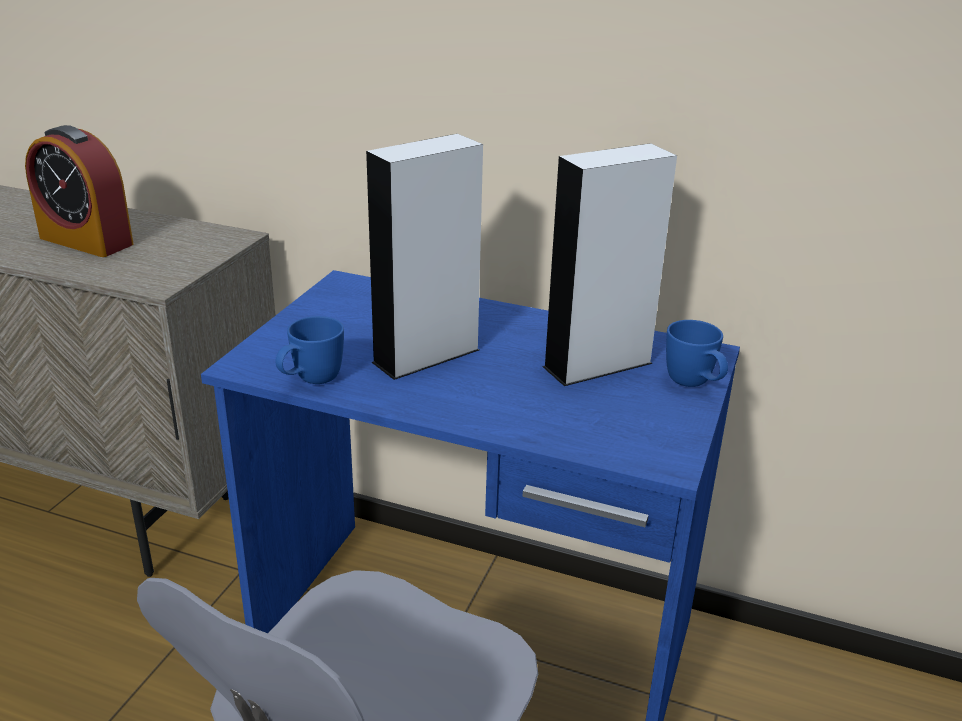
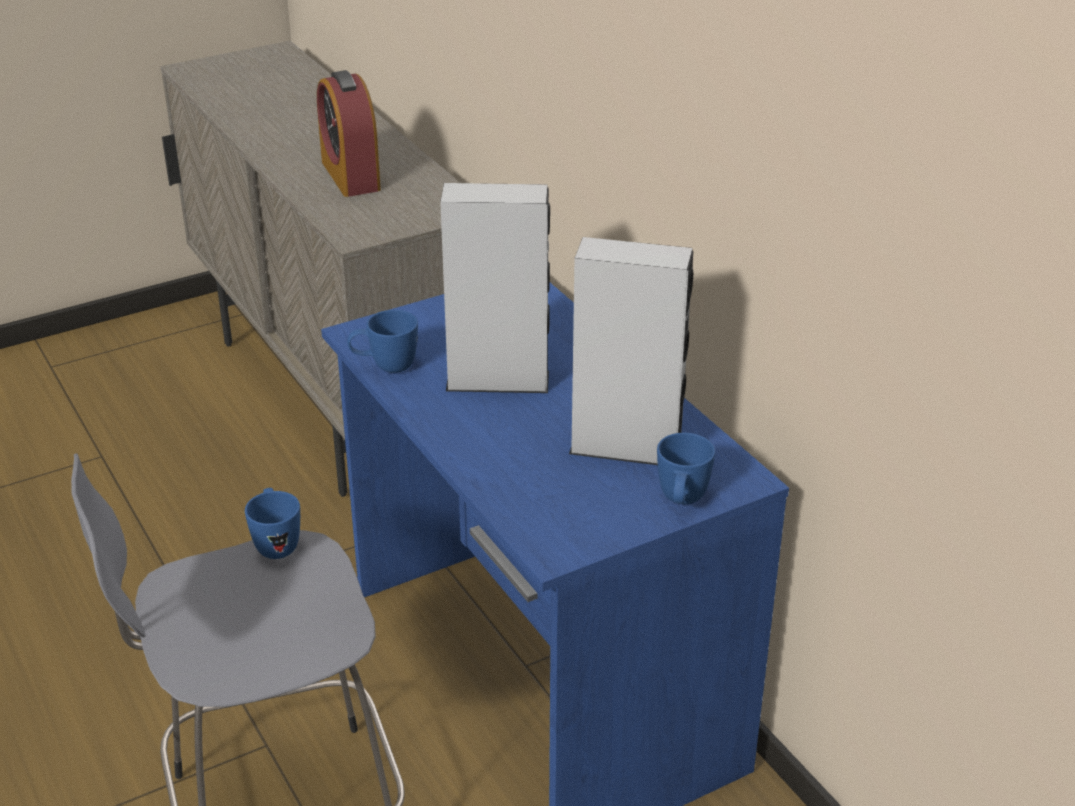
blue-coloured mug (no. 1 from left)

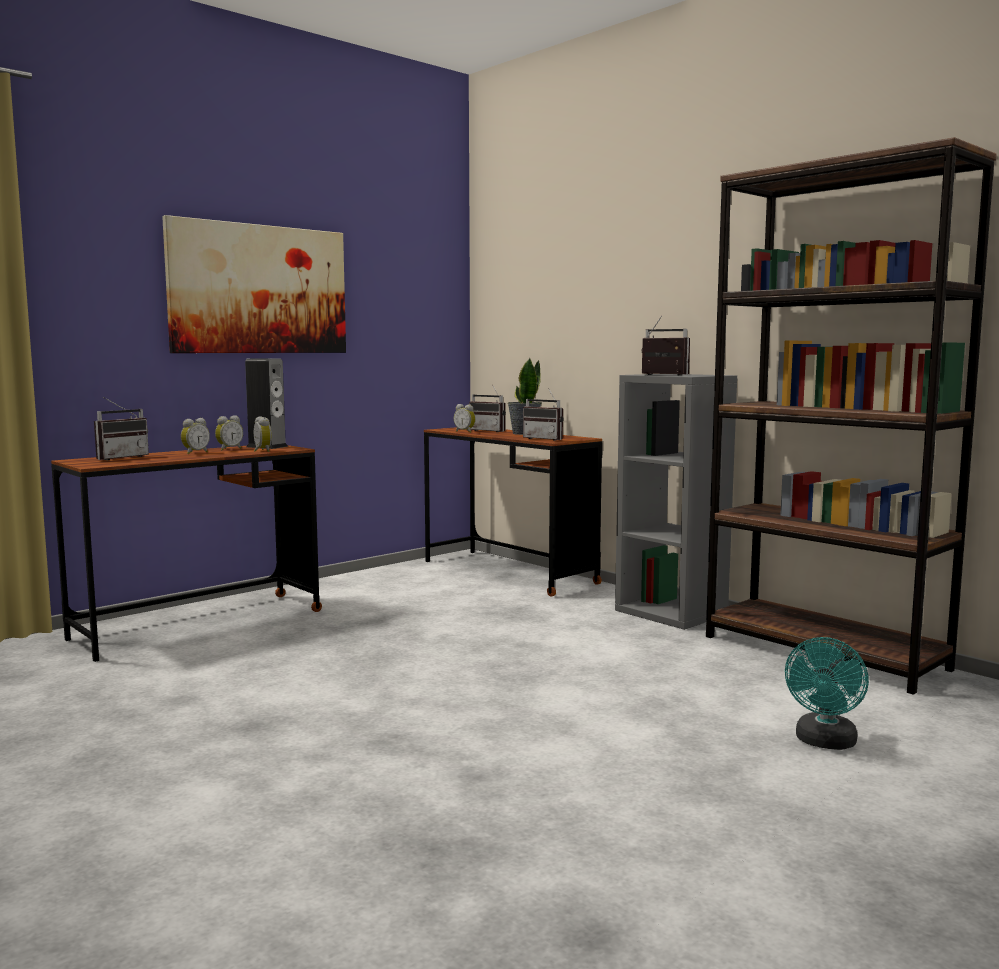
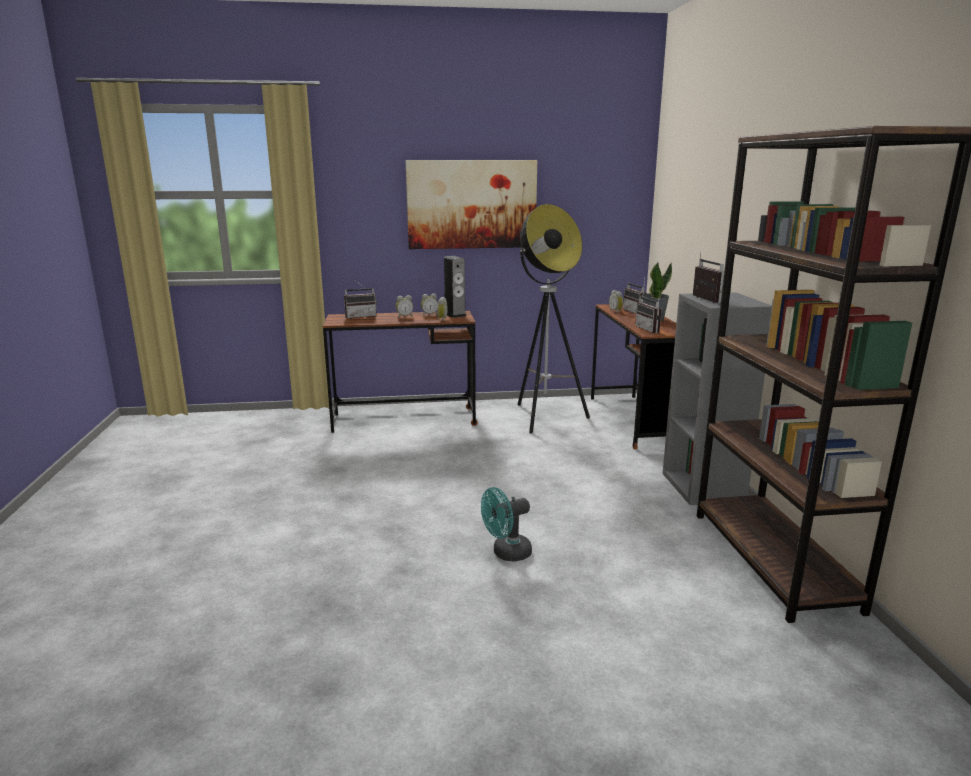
turquoise-coloured fan
floor lamp

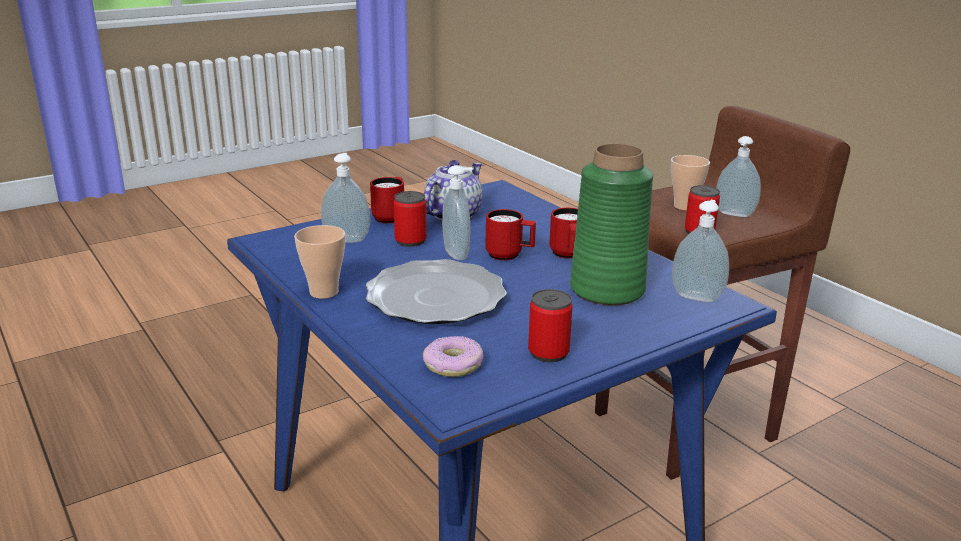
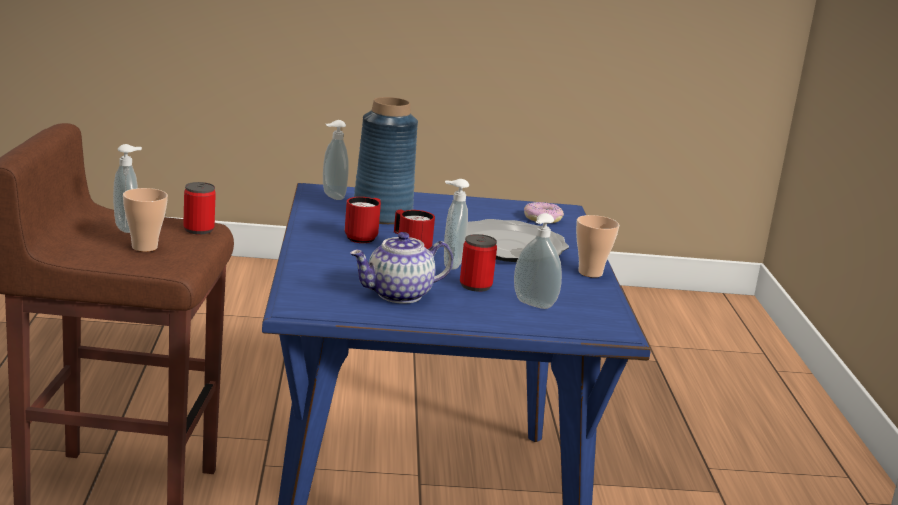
blue-coloured vase
reddish mug (no. 1 from left in the first image)
can (no. 2 from left in the first image)

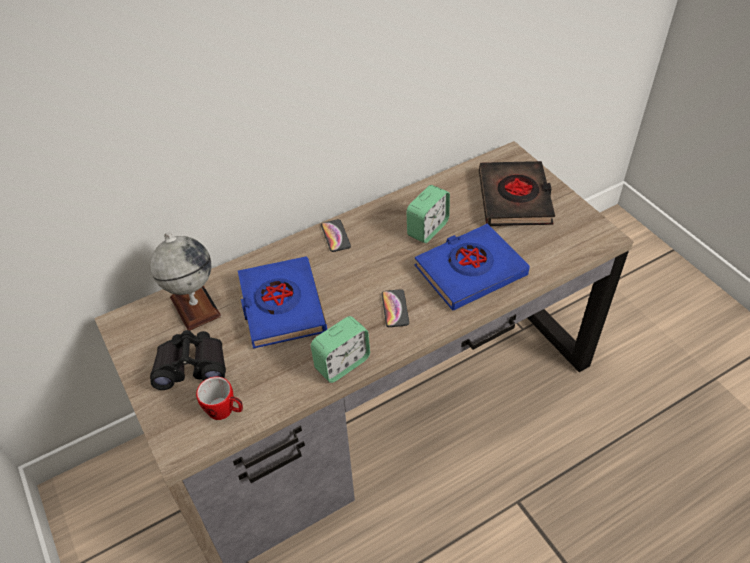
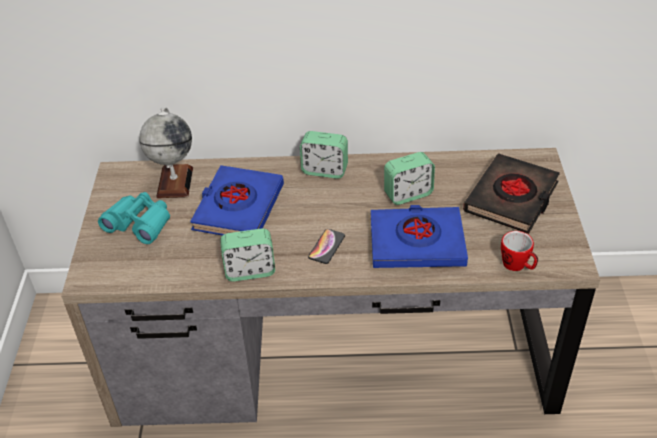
table clock (no. 2 from left)
turquoise-coloured pair of binoculars
mug

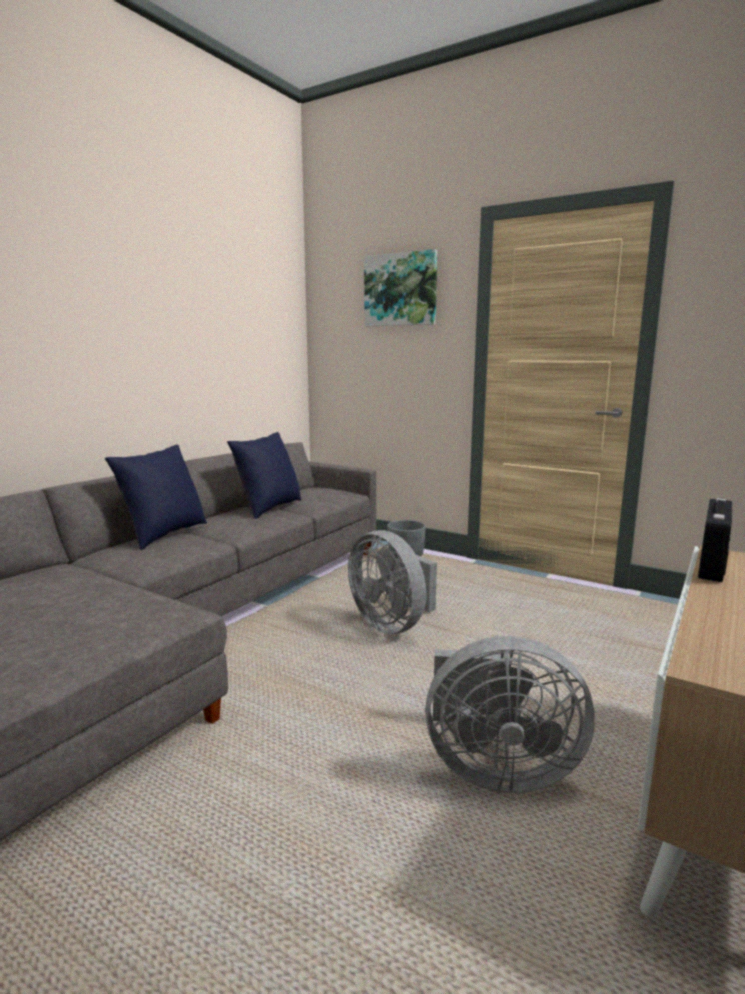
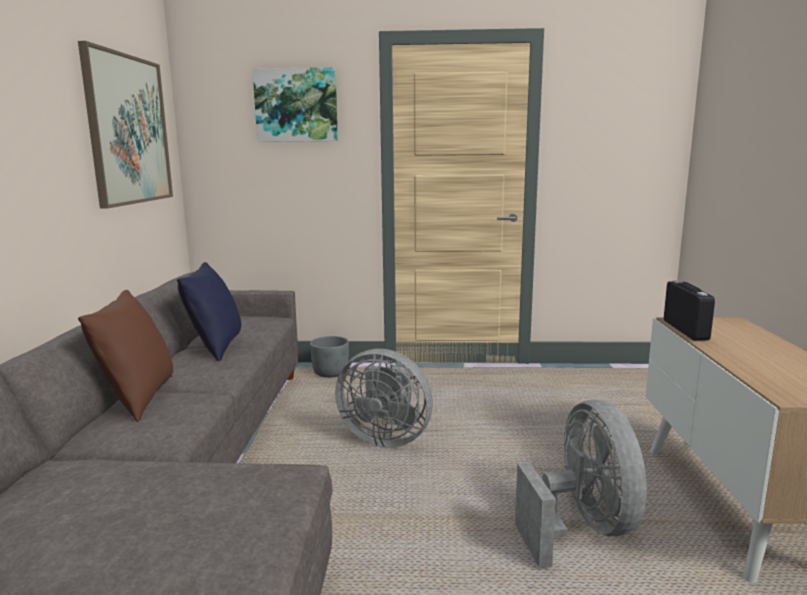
brown pillow
gray fan (no. 2 from left)
picture (no. 1 from left)

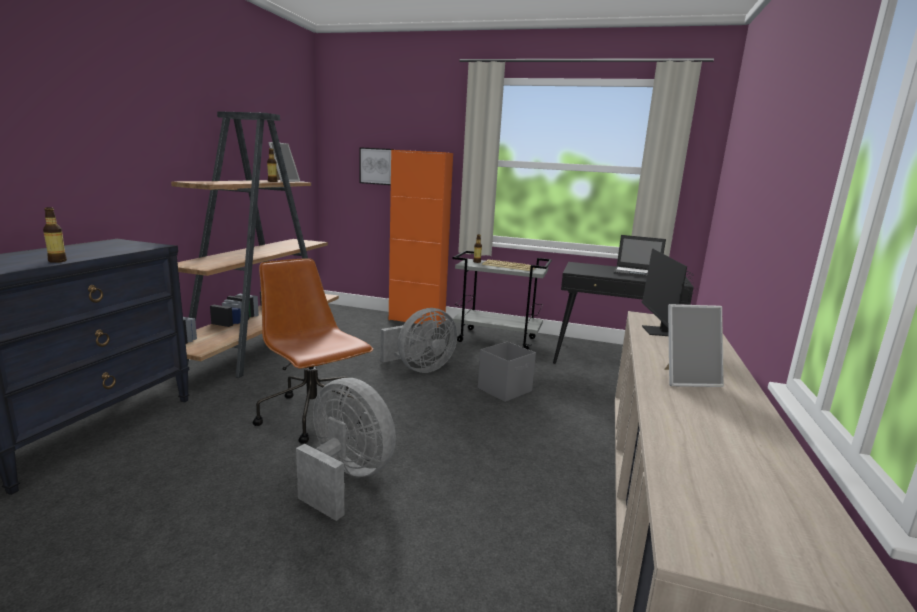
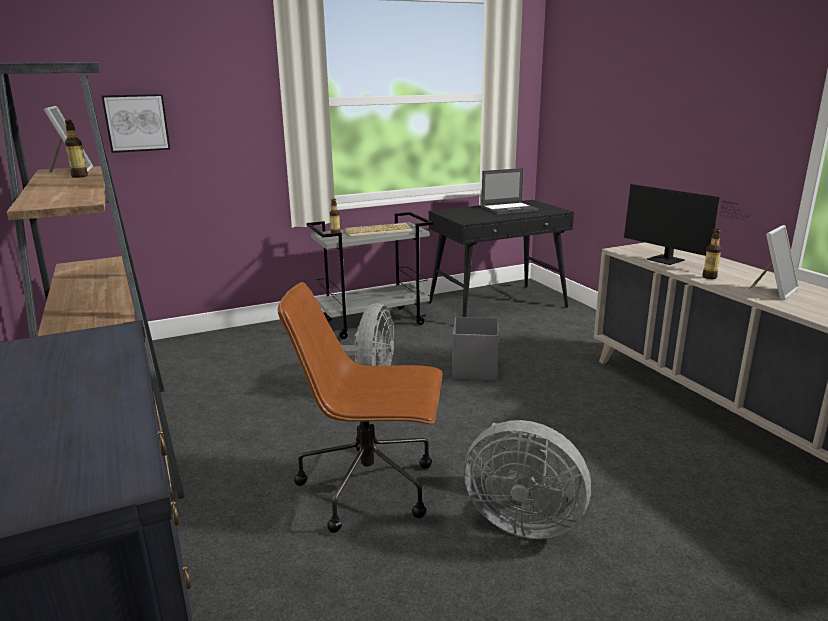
orangey storage cabinet
drink bottle (no. 3 from left)
gray fan (no. 2 from left)

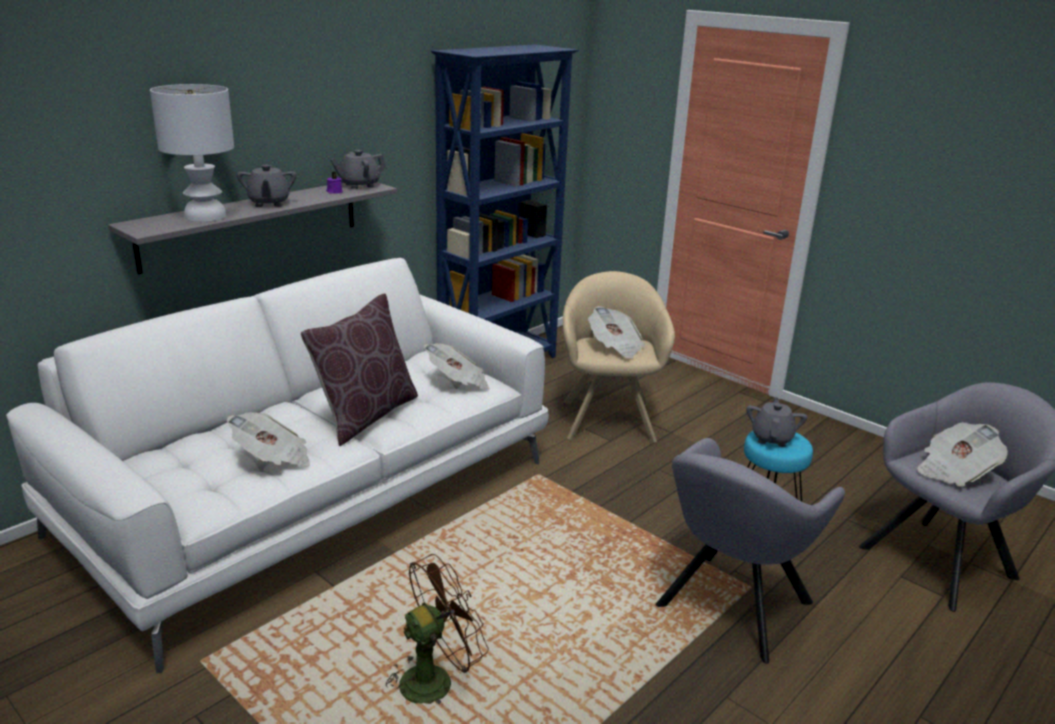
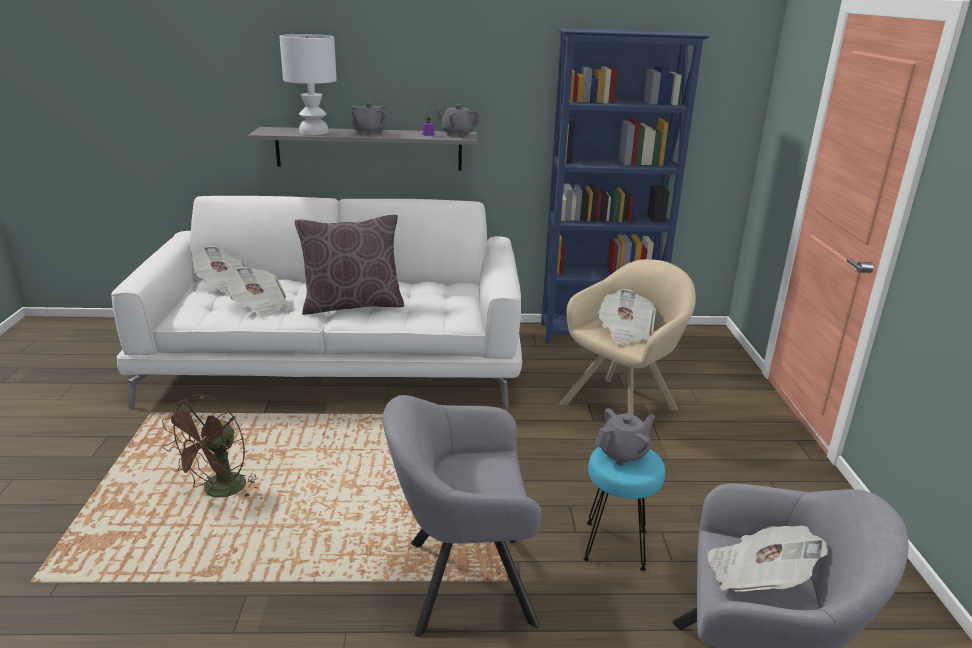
printed paper (no. 1 from left)
brown fan

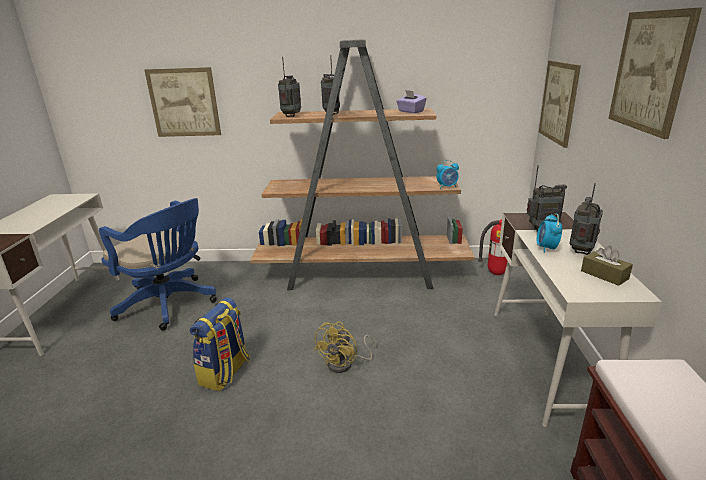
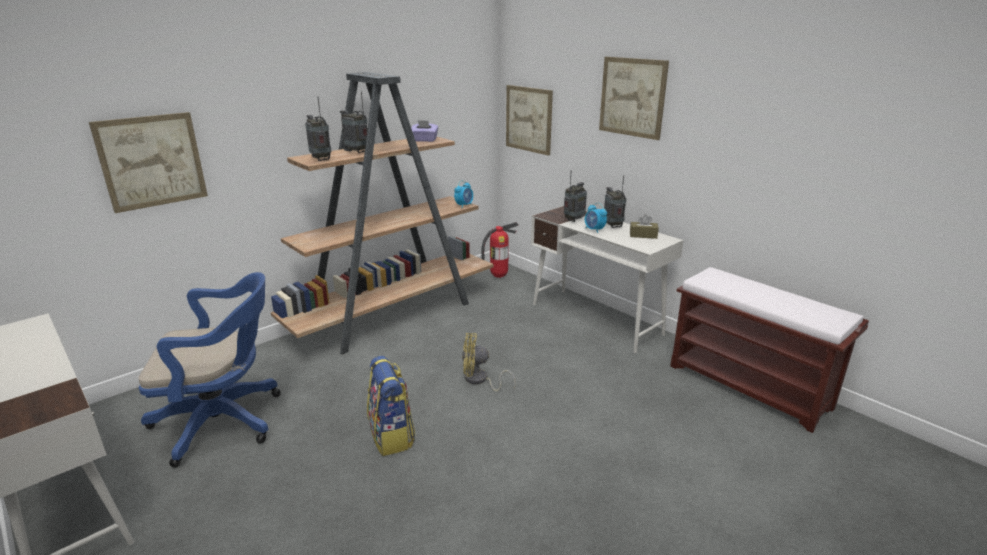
yellow fan

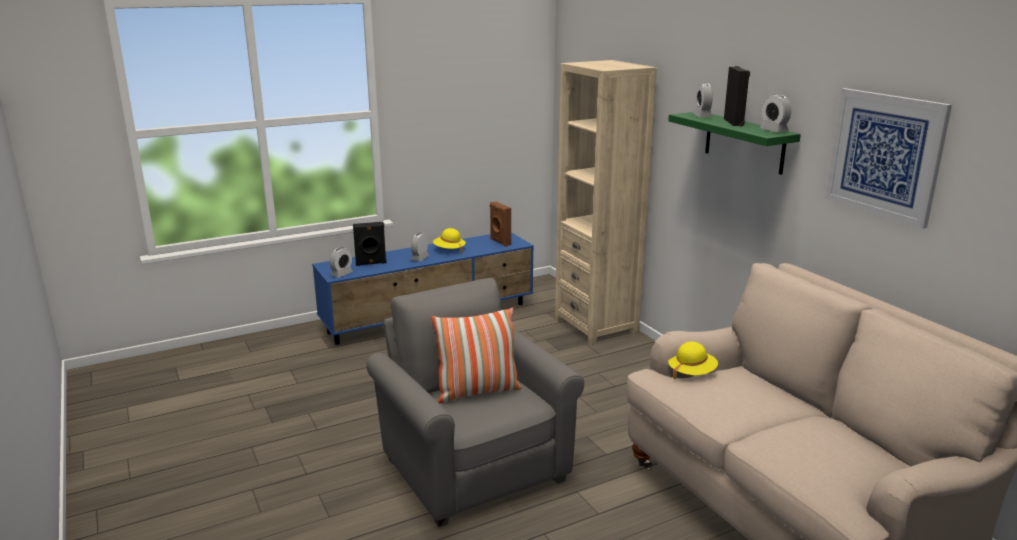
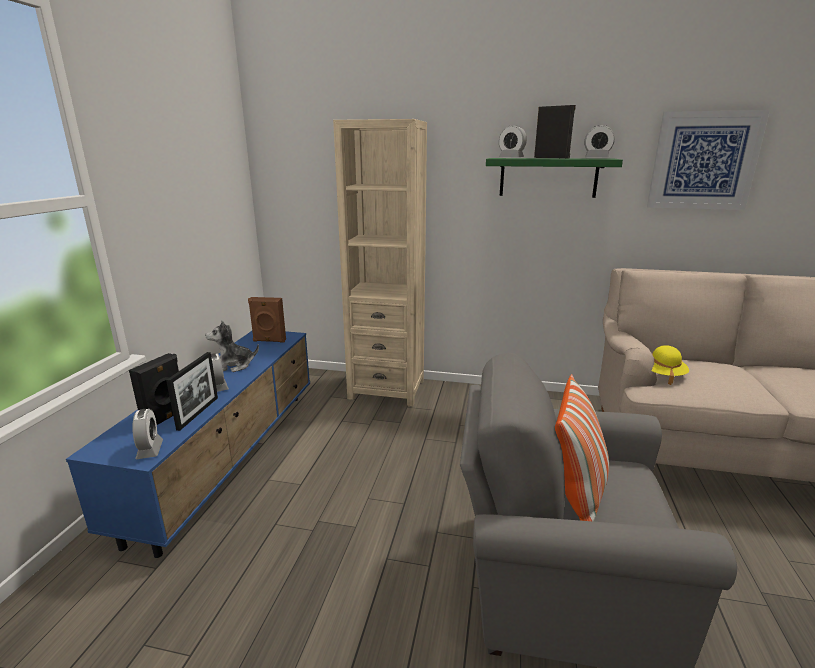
soft toy
standing frame

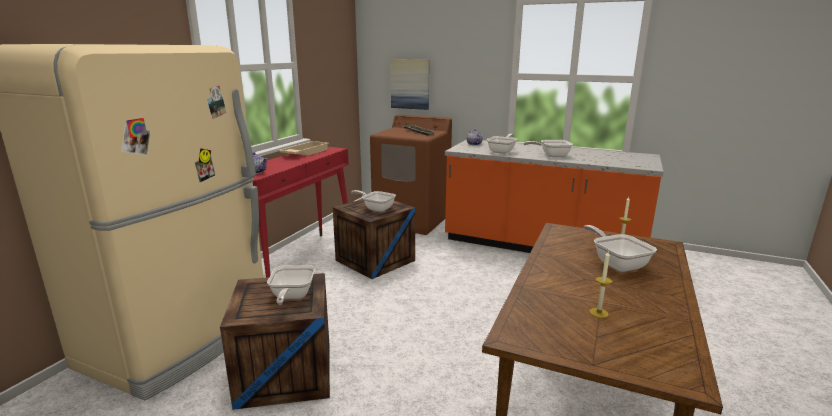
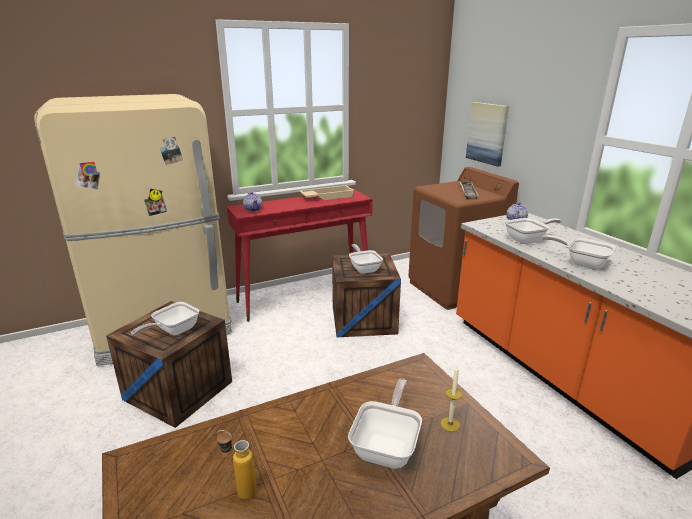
drink bottle

